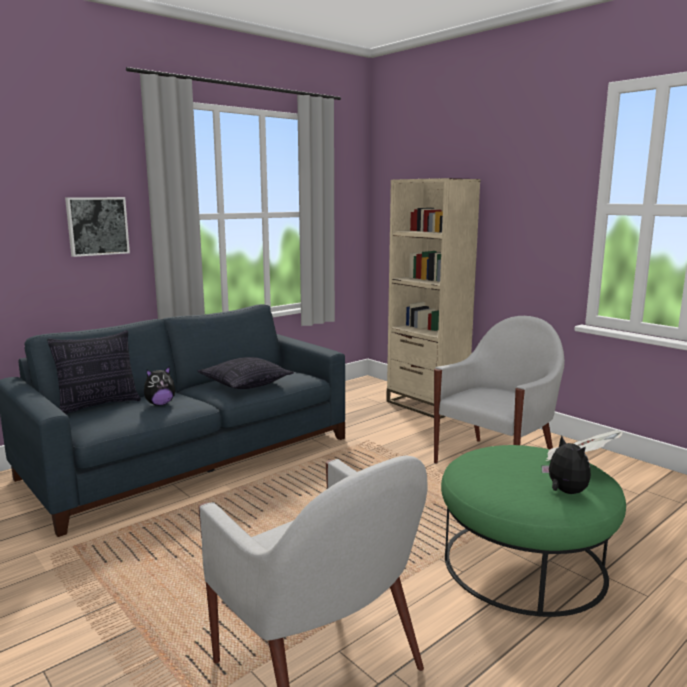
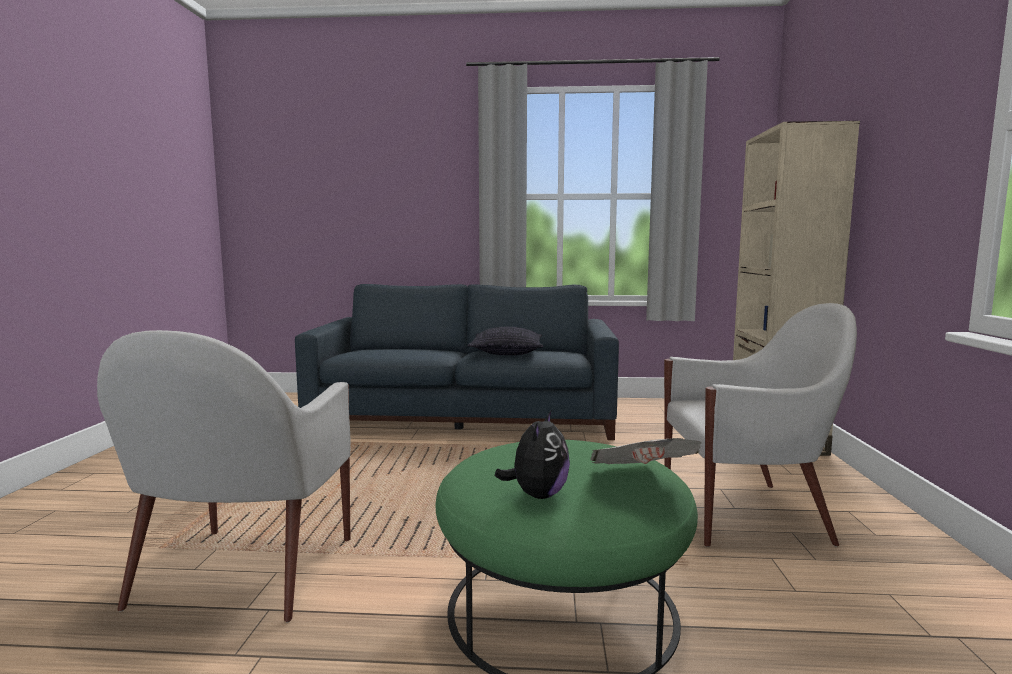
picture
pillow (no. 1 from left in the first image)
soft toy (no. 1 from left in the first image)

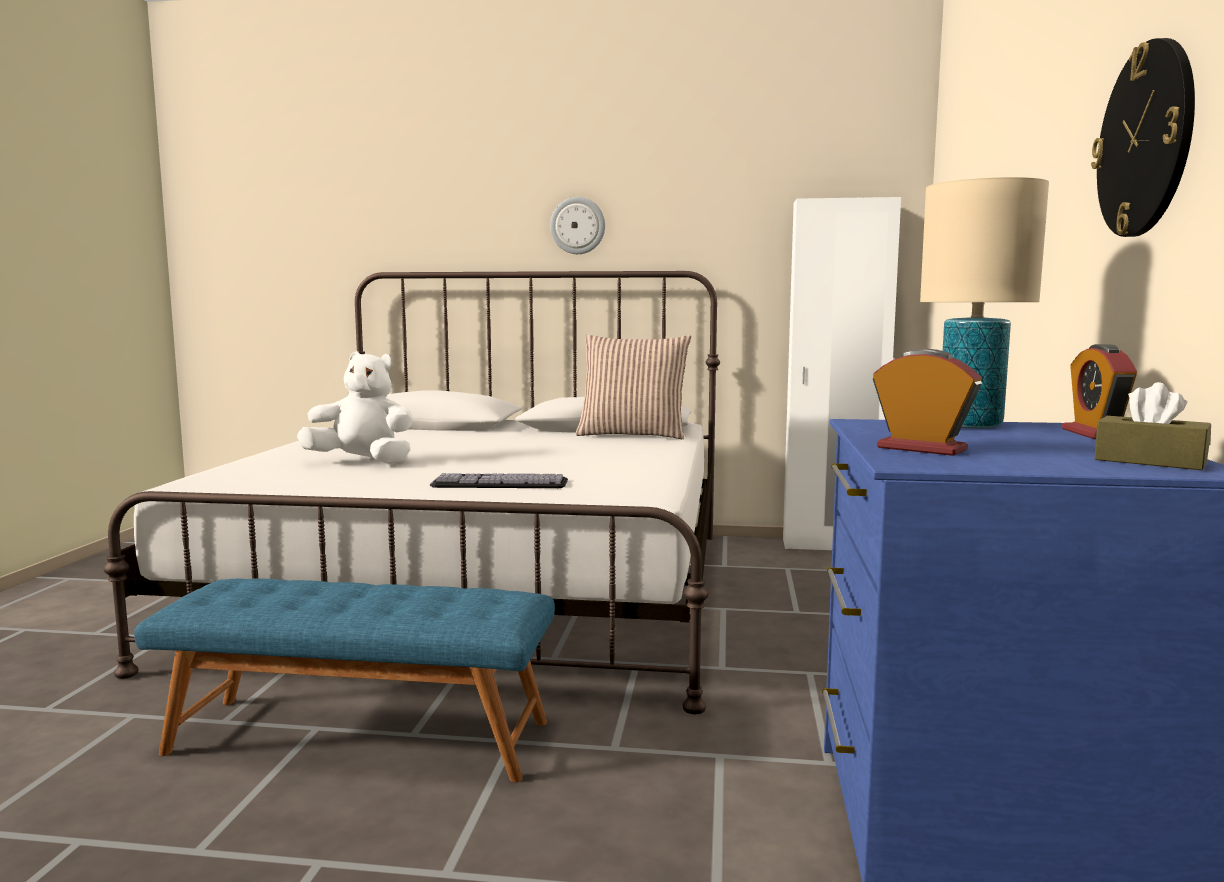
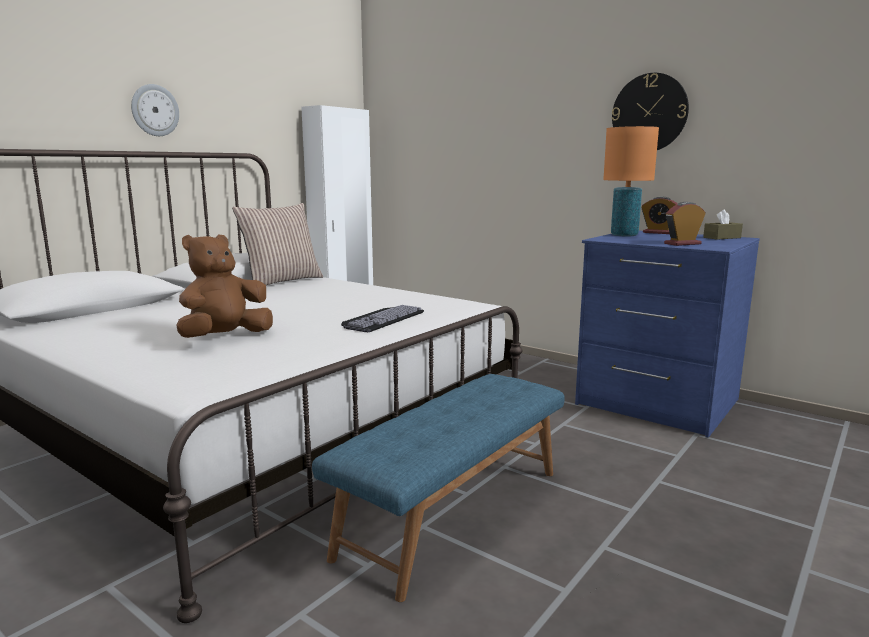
orangey table lamp
brown soft toy

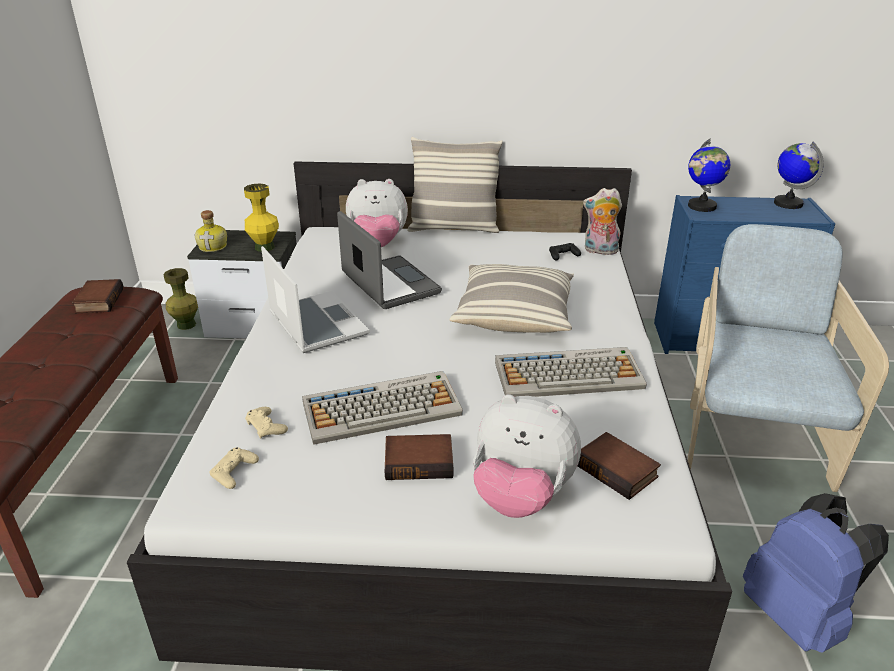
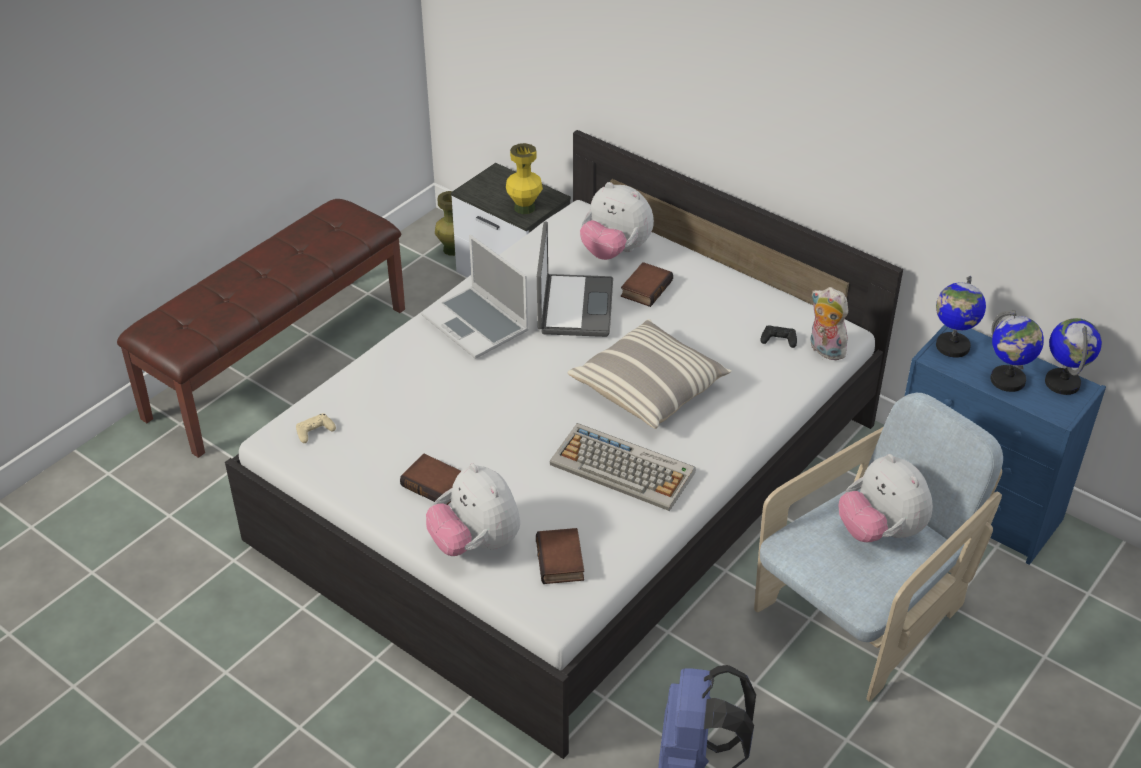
pillow (no. 1 from left in the first image)
drink bottle
portable computer (no. 1 from left)
book (no. 3 from left)
computer keyboard (no. 1 from left in the first image)
beige-coloured game controller (no. 2 from left in the first image)
globe (no. 2 from left)
soft toy (no. 4 from left)

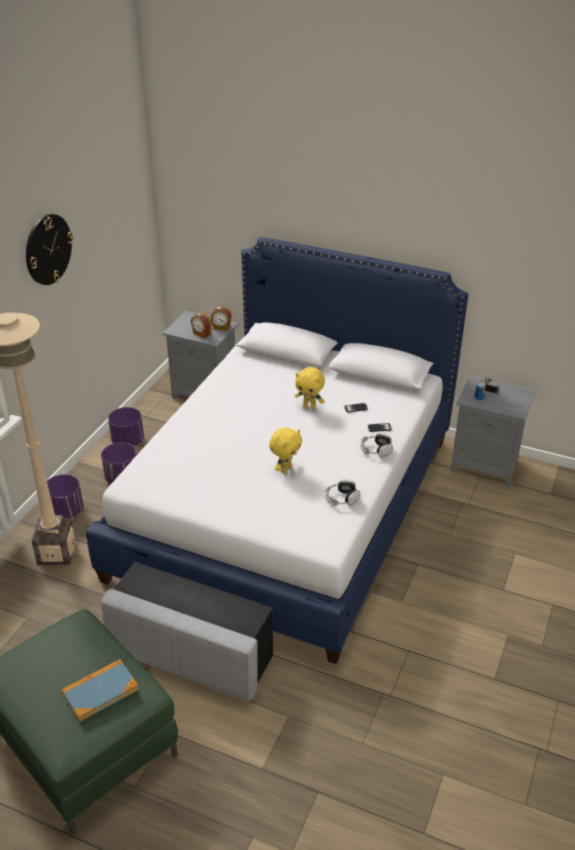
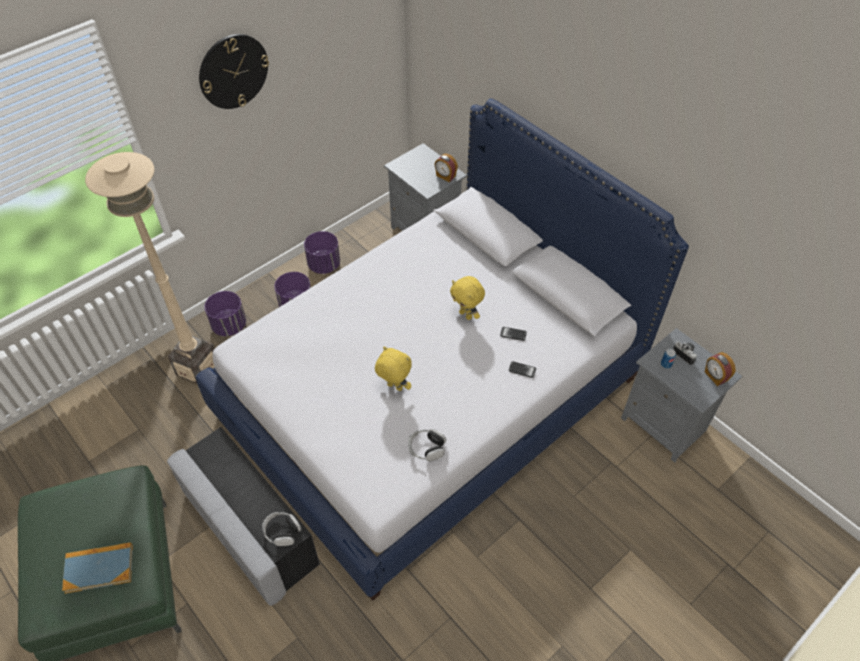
table clock (no. 2 from left)
yellow soft toy (no. 1 from left)
pair of headphones (no. 1 from left)

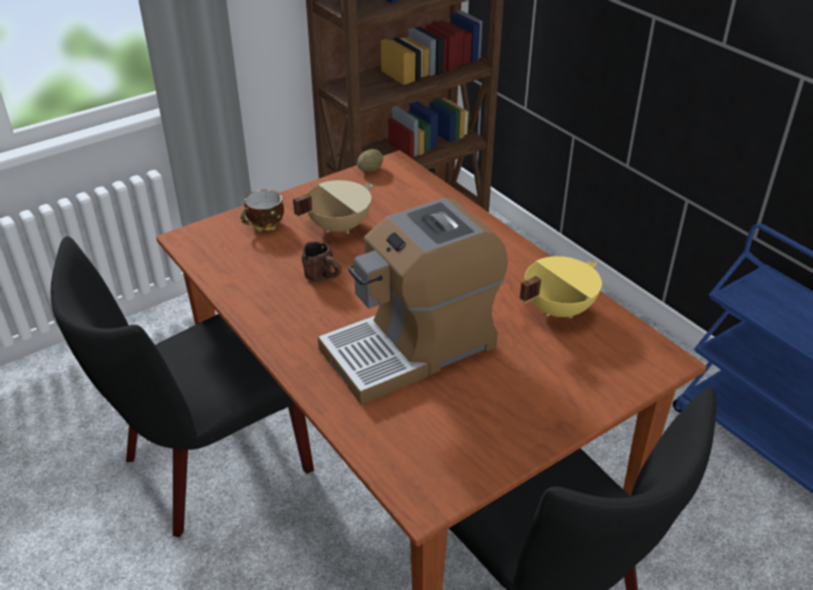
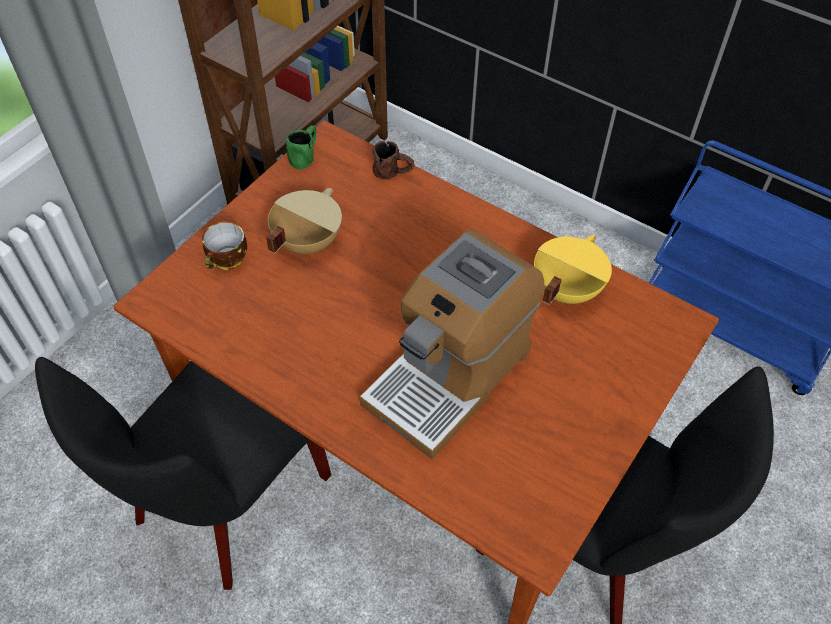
green-coloured mug
brown mug

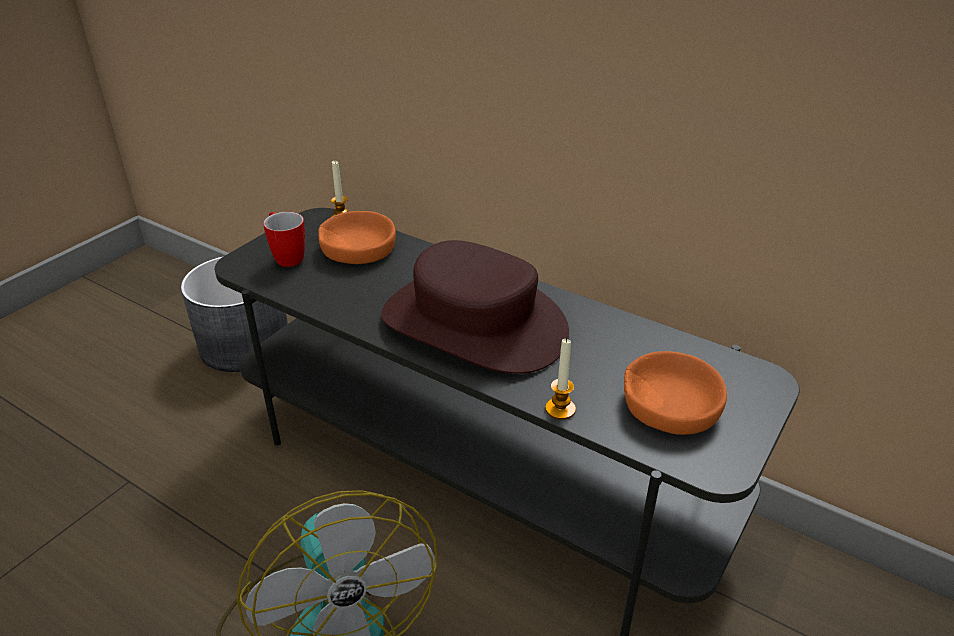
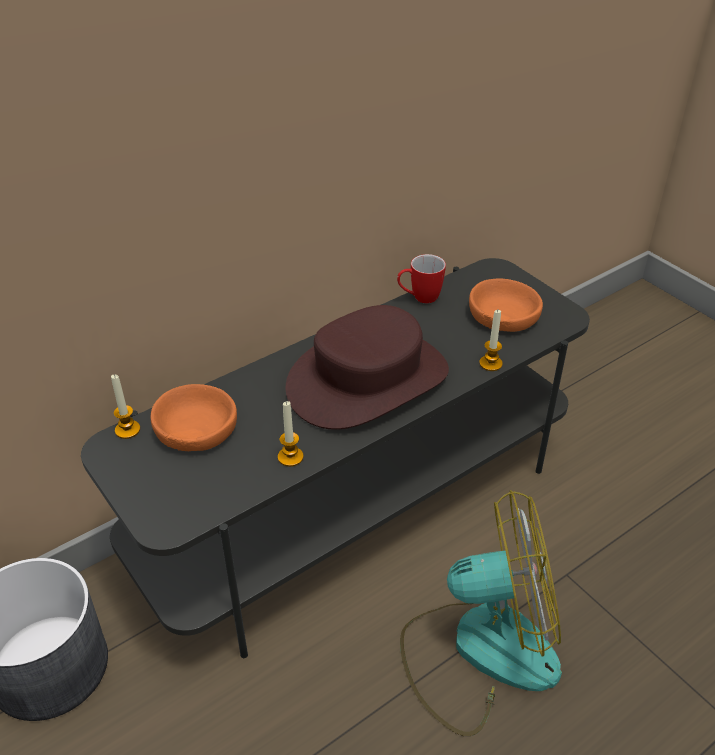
mug
wax light (no. 2 from left)

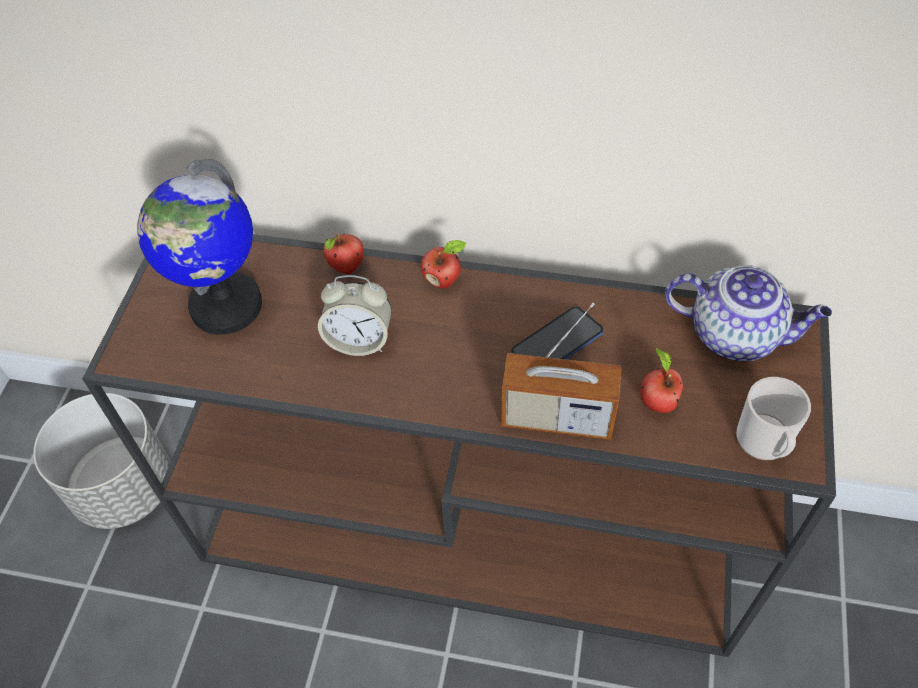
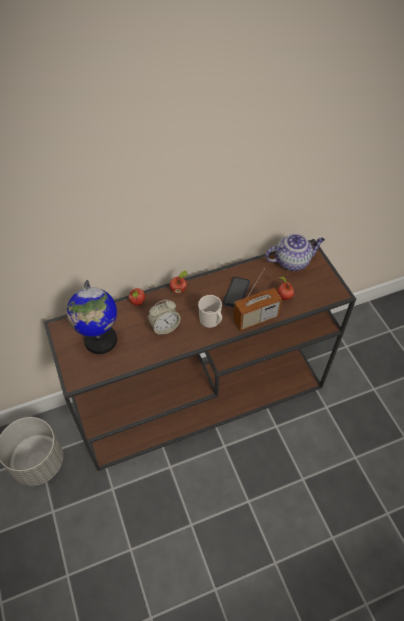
mug

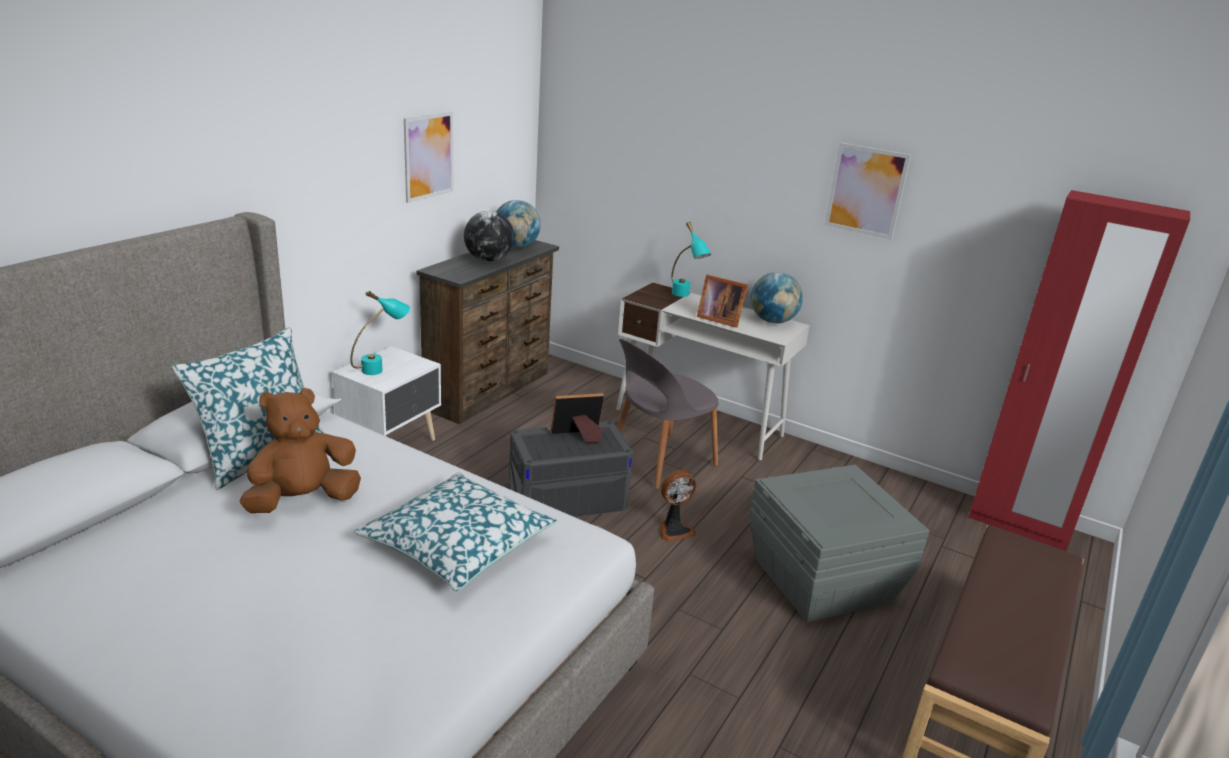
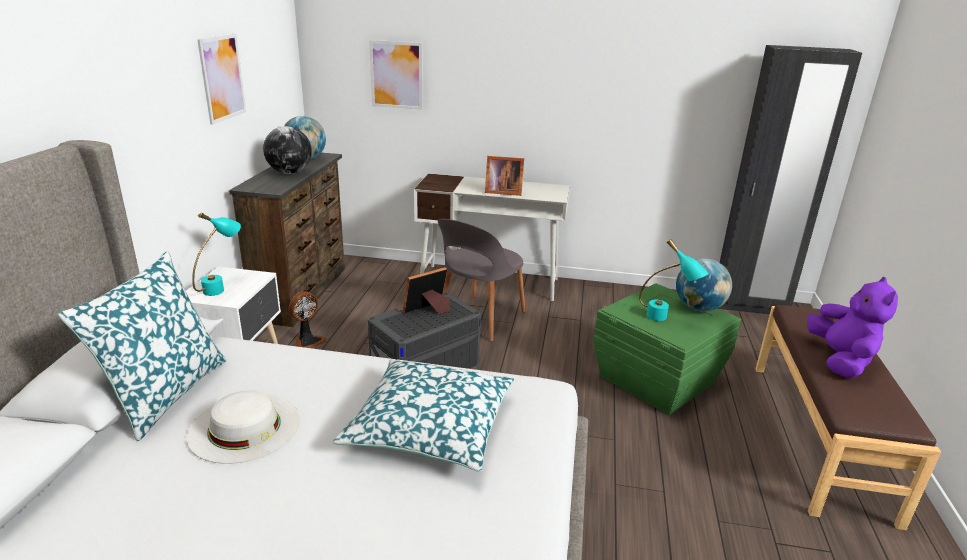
picture (no. 2 from left)
black-coloured wardrobe
turquoise-coloured table lamp (no. 2 from left)
globe (no. 3 from left)
white clothing hat
green-coloured storage container
fan
purplish soft toy

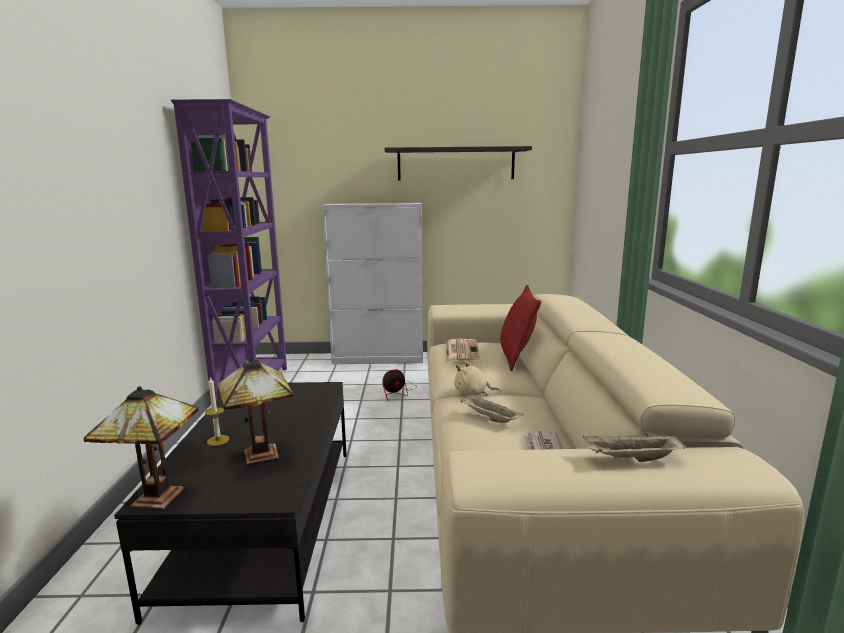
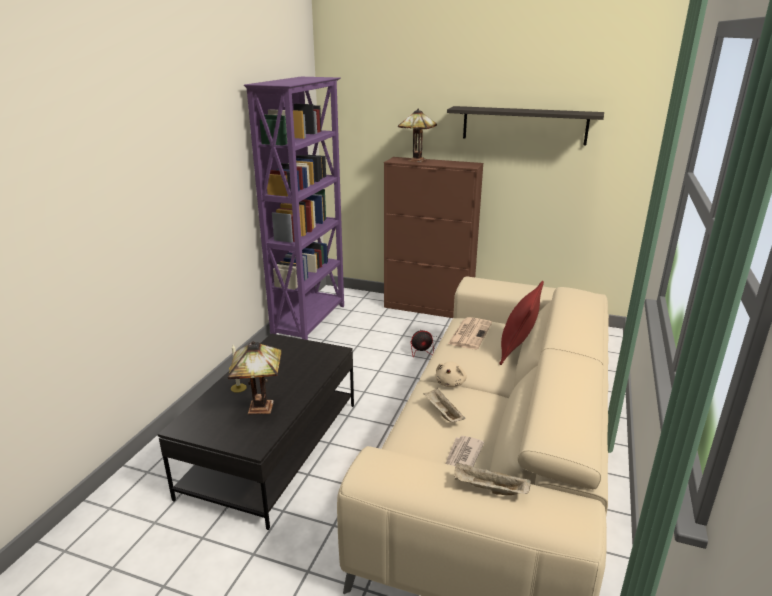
brown storage cabinet
beige-coloured soft toy
table lamp (no. 2 from left)

